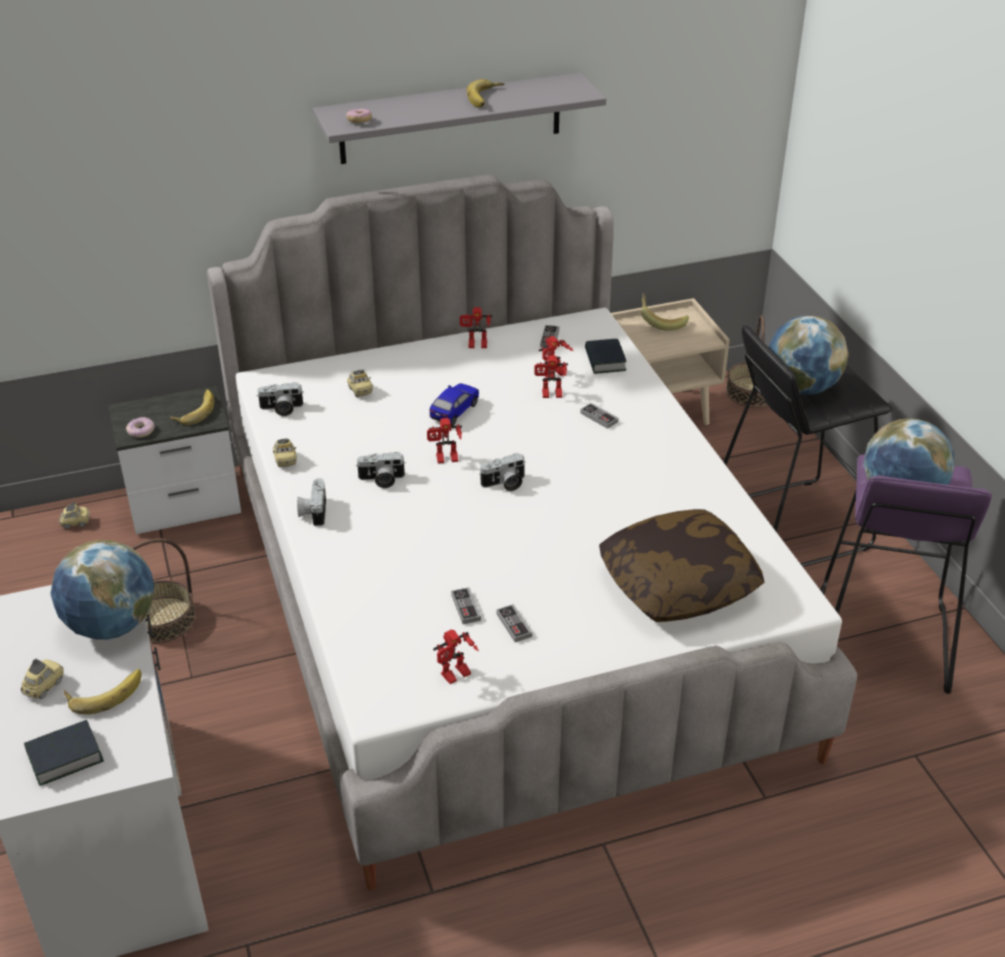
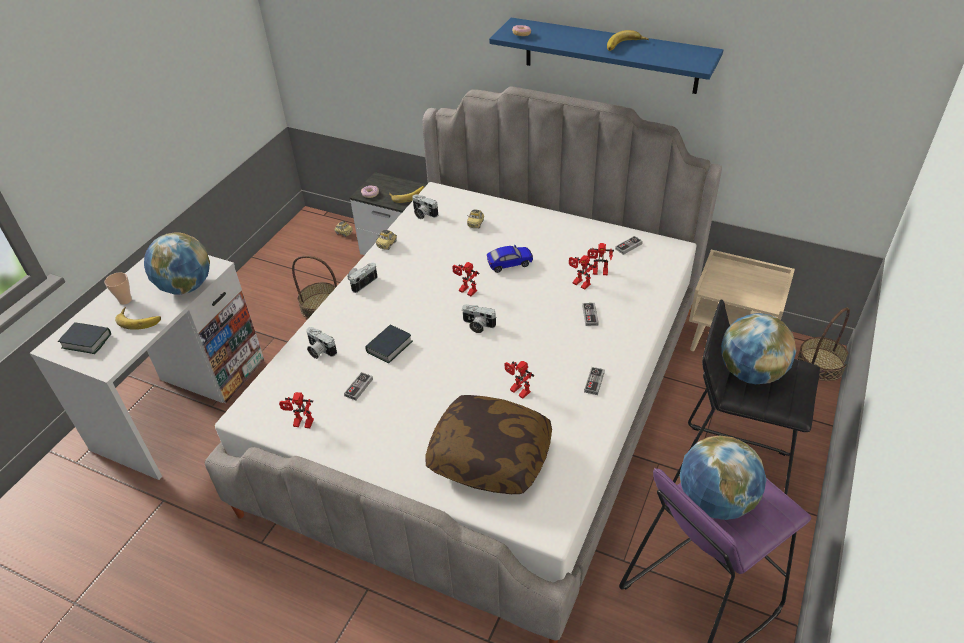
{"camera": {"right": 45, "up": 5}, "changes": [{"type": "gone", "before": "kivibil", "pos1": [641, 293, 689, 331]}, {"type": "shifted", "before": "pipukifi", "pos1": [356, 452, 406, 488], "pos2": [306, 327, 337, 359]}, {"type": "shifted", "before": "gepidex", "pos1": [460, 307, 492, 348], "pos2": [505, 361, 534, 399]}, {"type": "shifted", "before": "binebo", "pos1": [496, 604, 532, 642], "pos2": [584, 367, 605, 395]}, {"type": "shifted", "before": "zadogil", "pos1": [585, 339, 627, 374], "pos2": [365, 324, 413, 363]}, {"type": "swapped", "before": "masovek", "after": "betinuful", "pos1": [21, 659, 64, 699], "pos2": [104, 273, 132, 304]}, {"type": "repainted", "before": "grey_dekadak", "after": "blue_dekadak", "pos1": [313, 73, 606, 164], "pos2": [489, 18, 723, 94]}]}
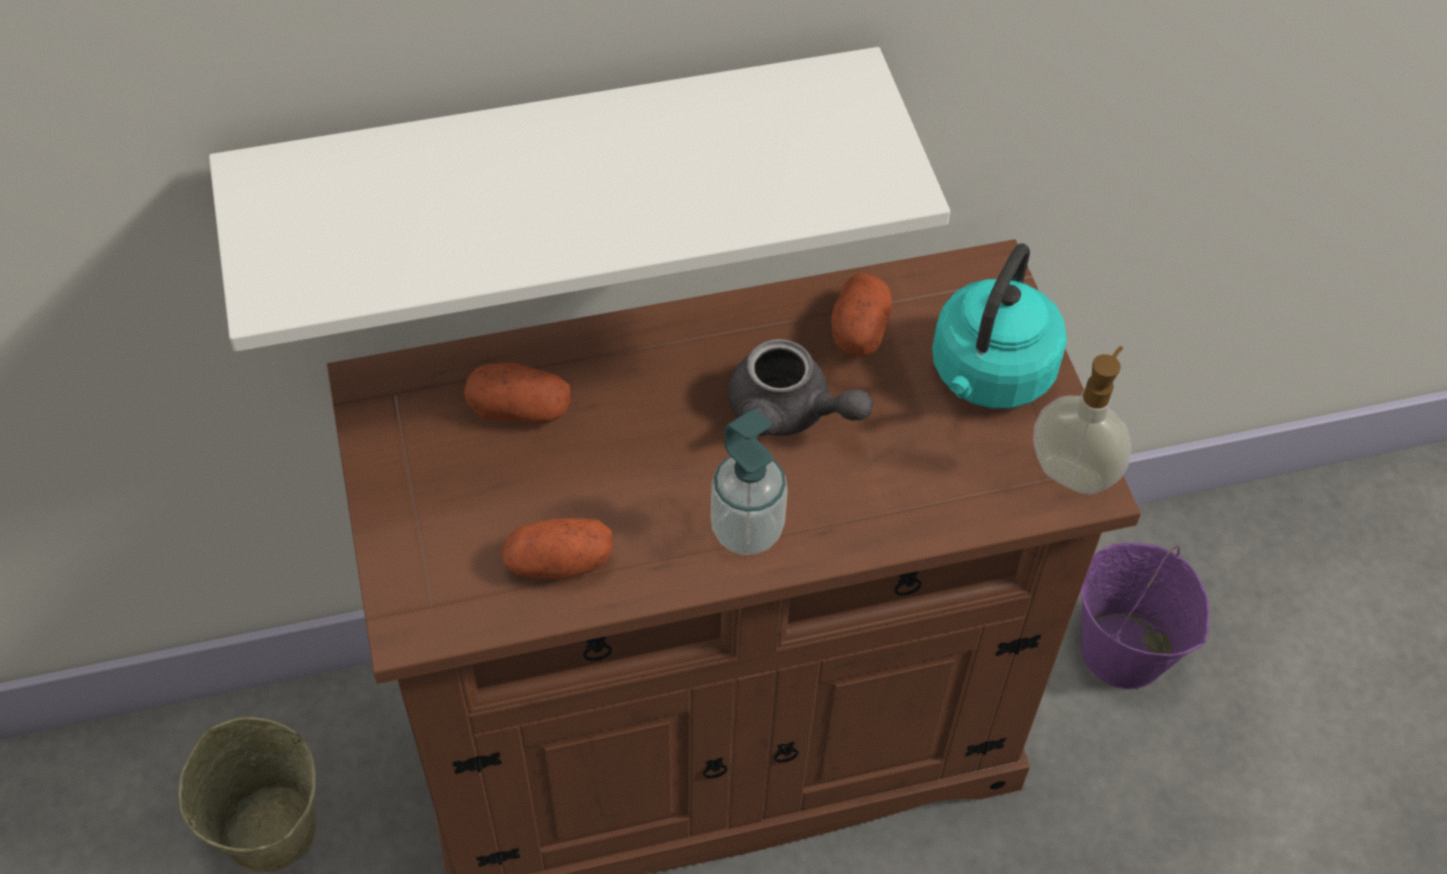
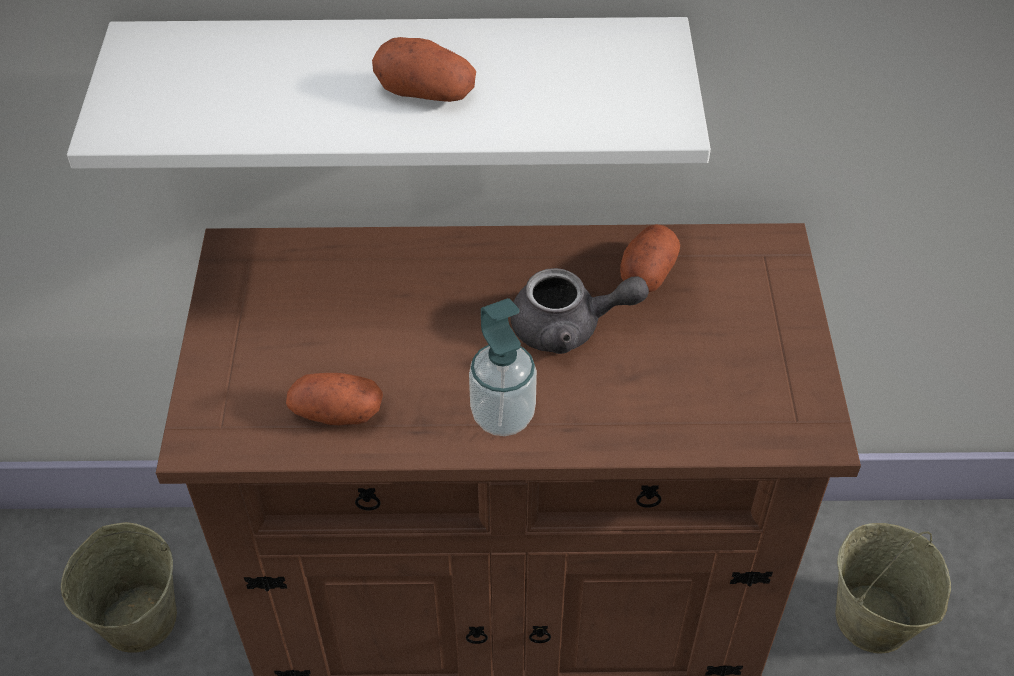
{"camera": {"right": 15, "up": -5}, "changes": [{"type": "gone", "before": "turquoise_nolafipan", "pos1": [932, 243, 1067, 409]}, {"type": "gone", "before": "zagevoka", "pos1": [1033, 346, 1131, 495]}, {"type": "shifted", "before": "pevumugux", "pos1": [464, 363, 571, 423], "pos2": [372, 37, 476, 102]}, {"type": "repainted", "before": "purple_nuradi", "after": "beige_nuradi", "pos1": [1080, 542, 1209, 689], "pos2": [835, 523, 951, 654]}, {"type": "rotated", "before": "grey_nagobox", "pos1": [728, 339, 873, 436], "pos2": [511, 268, 649, 354], "turn": -45}]}
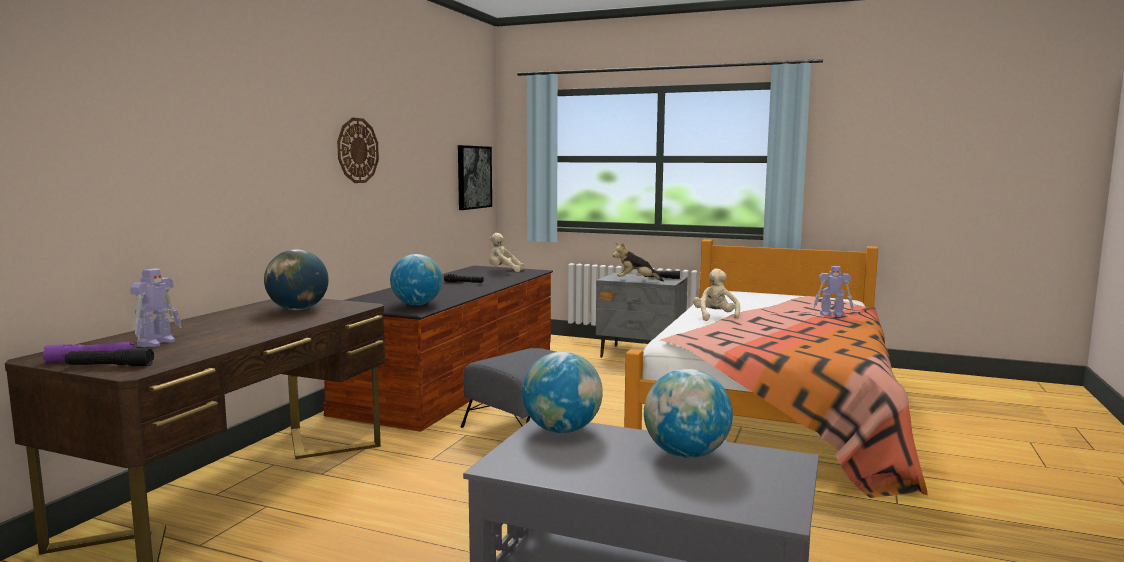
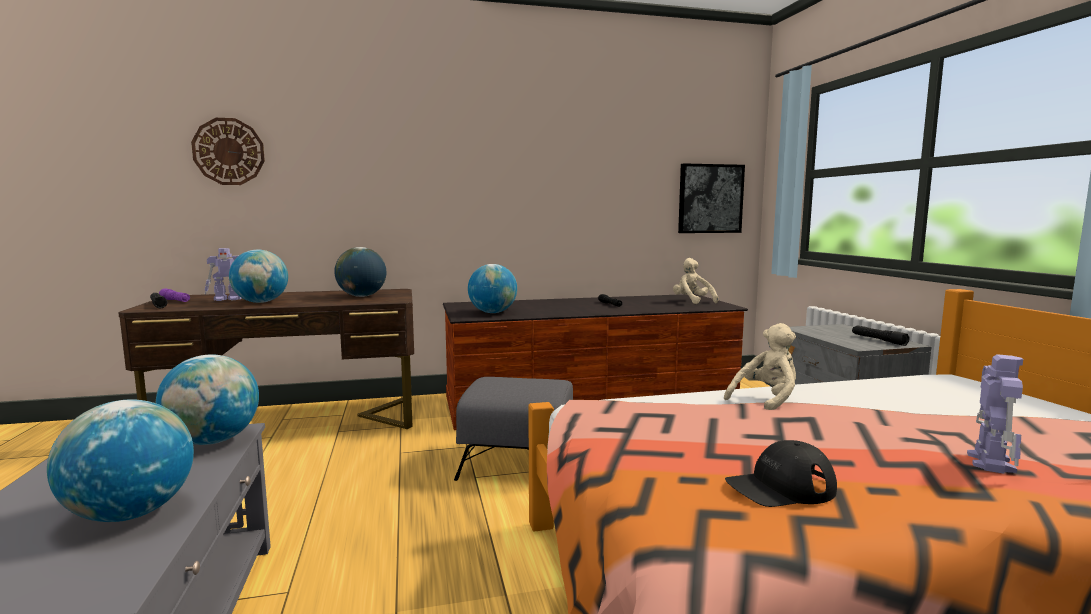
{"camera": {"right": 55, "up": 0}, "changes": [{"type": "gone", "before": "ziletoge", "pos1": [613, 243, 664, 281]}, {"type": "new", "after": "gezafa", "pos2": [229, 250, 288, 303]}, {"type": "new", "after": "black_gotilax", "pos2": [725, 440, 837, 507]}, {"type": "shifted", "before": "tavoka", "pos1": [337, 118, 379, 183], "pos2": [191, 118, 265, 185]}, {"type": "rotated", "before": "gepidex", "pos1": [814, 266, 854, 317], "pos2": [967, 354, 1023, 474], "turn": -135}]}
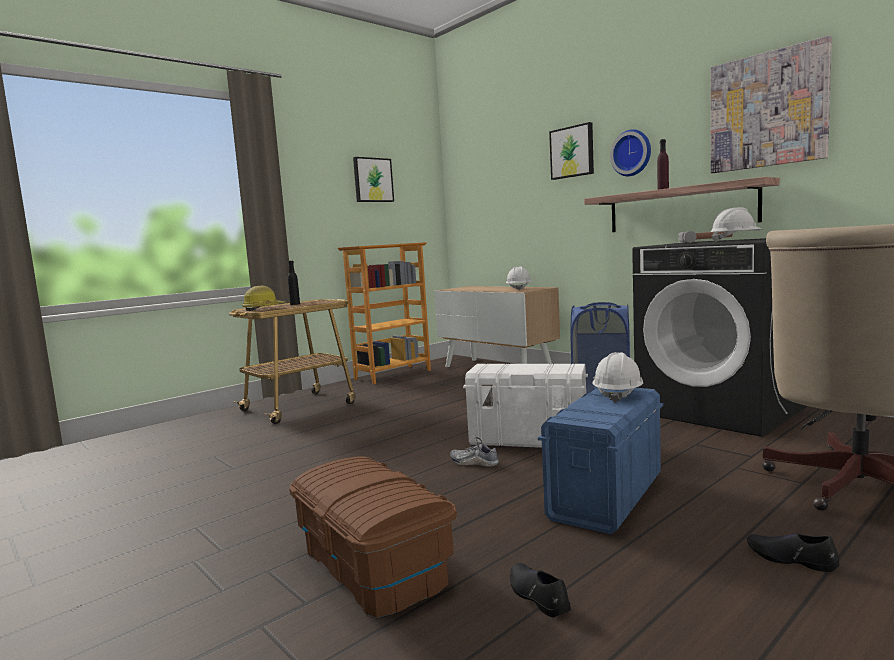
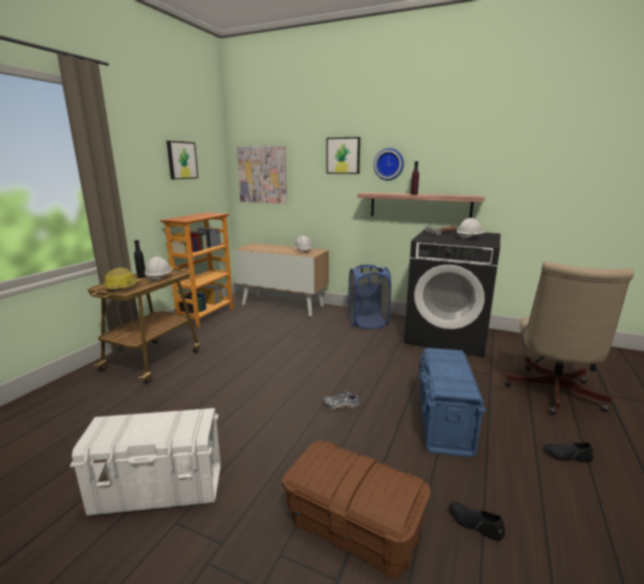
{"camera": {"right": -25, "up": 10}, "changes": [{"type": "shifted", "before": "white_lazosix", "pos1": [463, 364, 588, 448], "pos2": [70, 408, 221, 516]}, {"type": "shifted", "before": "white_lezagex", "pos1": [592, 352, 643, 403], "pos2": [144, 257, 172, 283]}, {"type": "shifted", "before": "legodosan", "pos1": [711, 35, 832, 173], "pos2": [237, 146, 287, 204]}]}
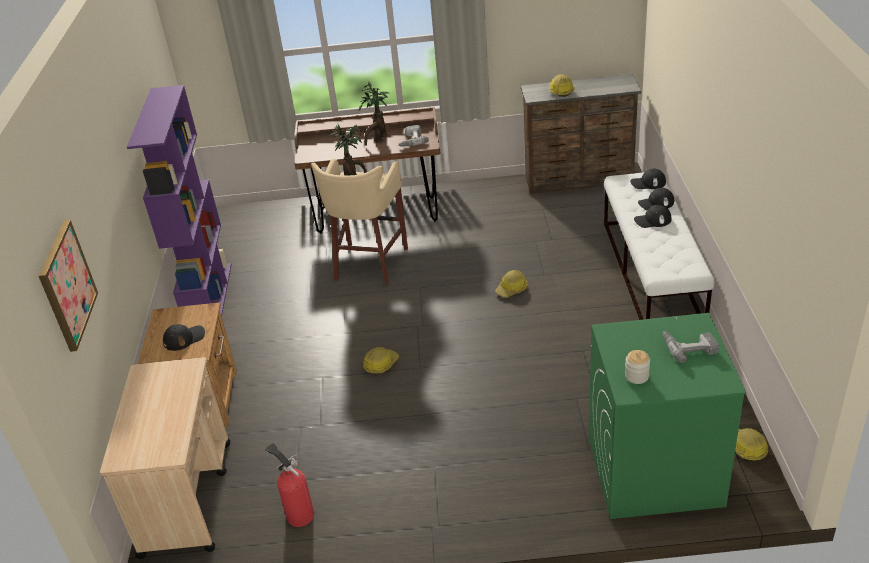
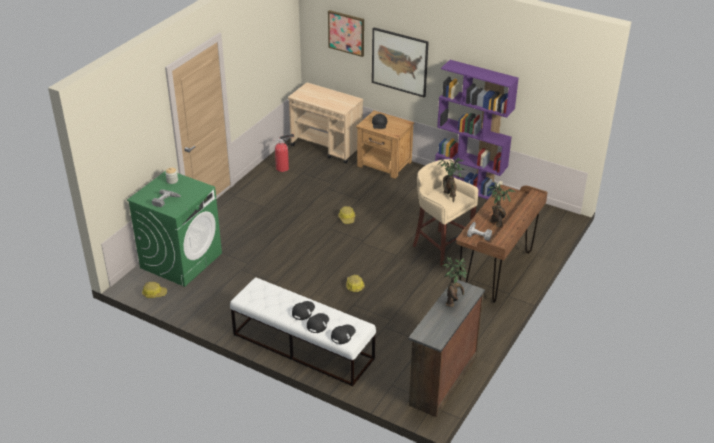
{"camera": {"right": 120, "up": 0}, "changes": [{"type": "new", "after": "legodosan", "pos2": [372, 27, 429, 98]}, {"type": "swapped", "before": "lezagex", "after": "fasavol", "pos1": [549, 74, 575, 97], "pos2": [442, 257, 467, 307]}]}
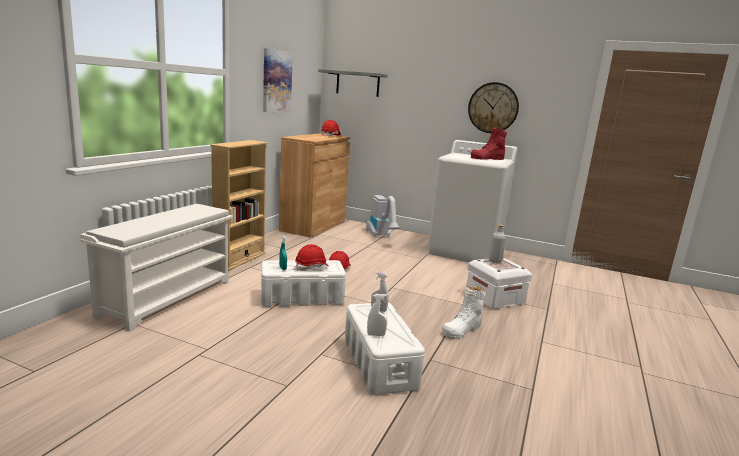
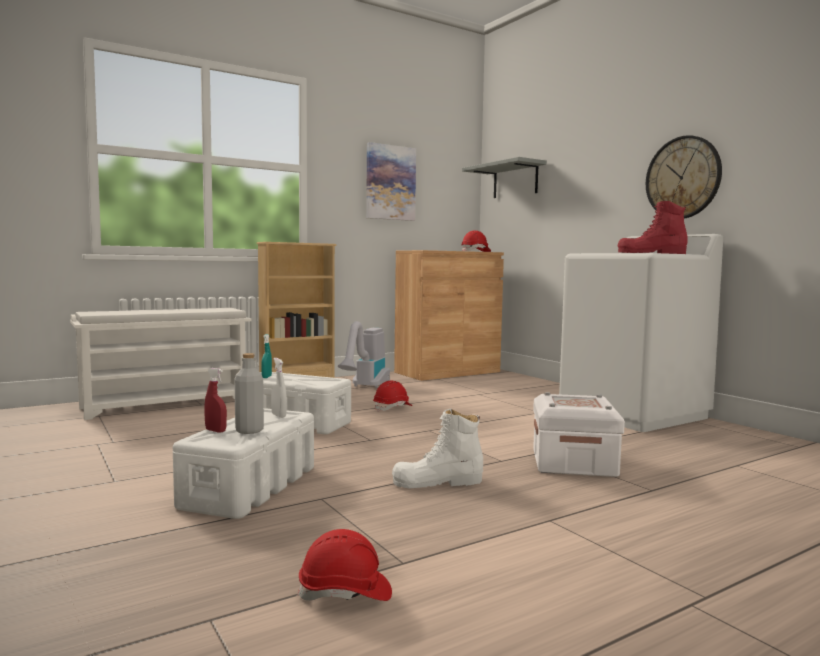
{"camera": {"right": 35, "up": -10}, "changes": [{"type": "shifted", "before": "red_lezagex", "pos1": [295, 244, 329, 271], "pos2": [297, 529, 392, 601]}, {"type": "shifted", "before": "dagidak", "pos1": [366, 195, 401, 237], "pos2": [338, 321, 390, 388]}, {"type": "shifted", "before": "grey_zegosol", "pos1": [489, 224, 506, 263], "pos2": [234, 353, 264, 434]}, {"type": "repainted", "before": "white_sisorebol", "after": "red_sisorebol", "pos1": [367, 294, 387, 336], "pos2": [204, 368, 227, 433]}]}
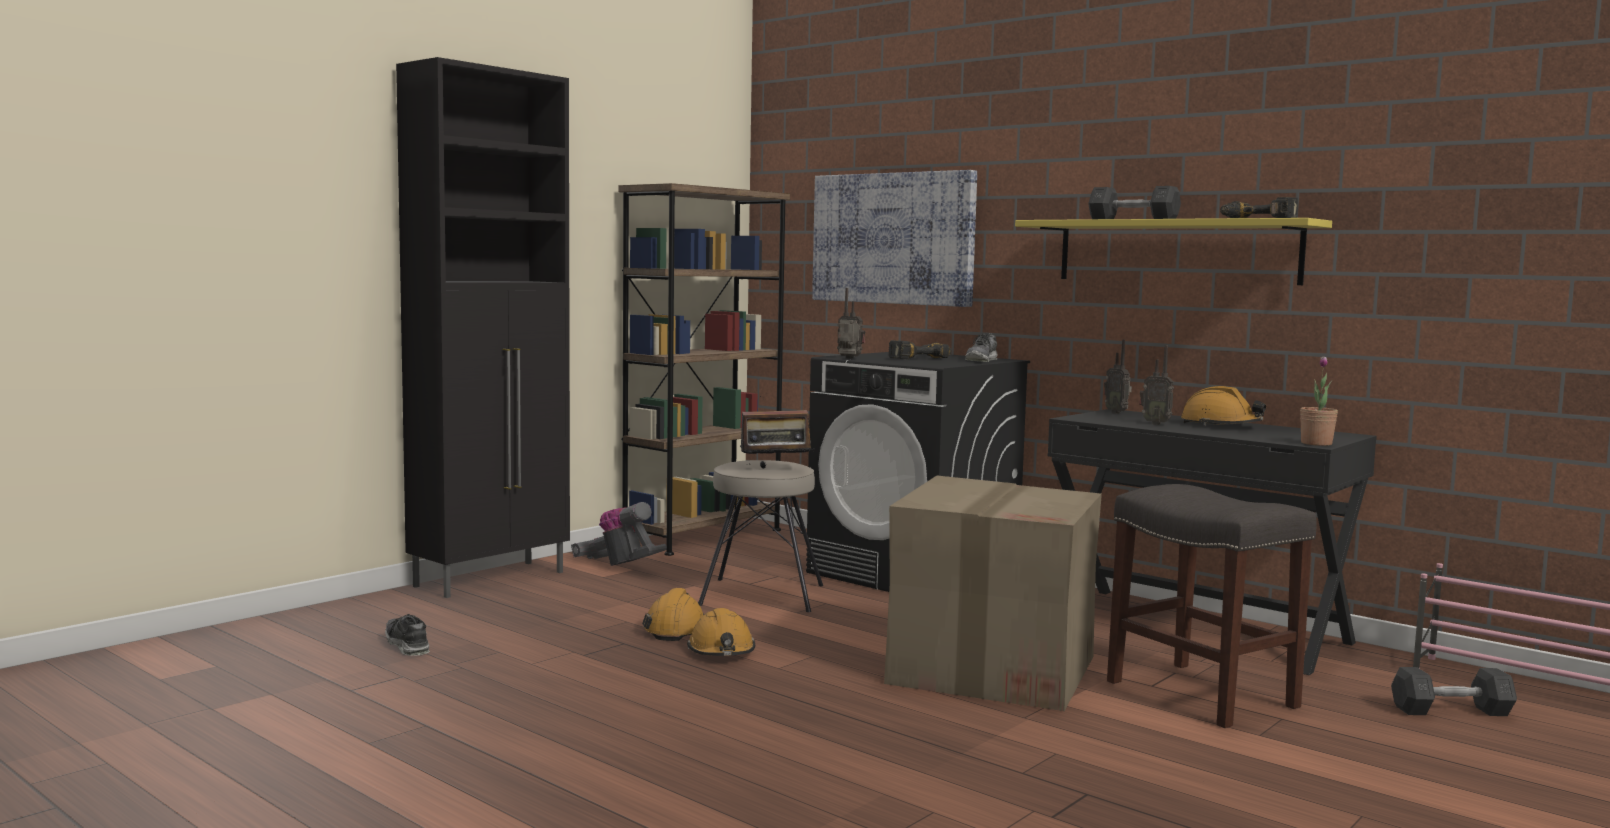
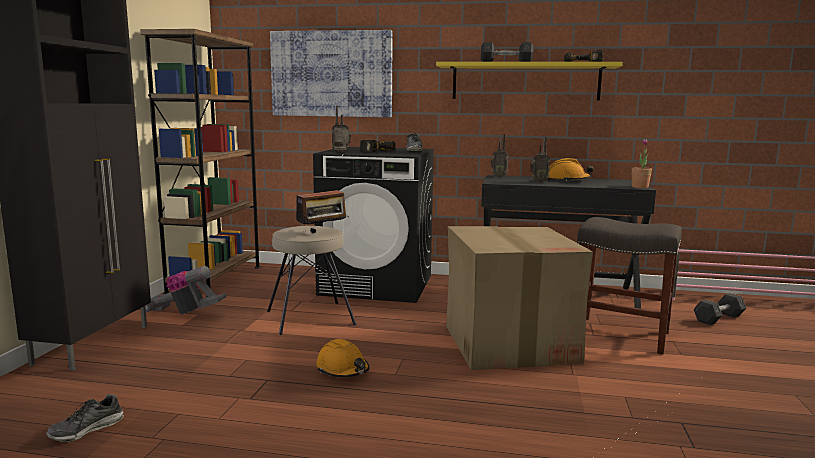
{"camera": {"right": -30, "up": 5}, "changes": [{"type": "gone", "before": "orange_lezagex", "pos1": [642, 588, 705, 641]}, {"type": "rotated", "before": "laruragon", "pos1": [385, 614, 430, 656], "pos2": [46, 394, 124, 442], "turn": -75}]}
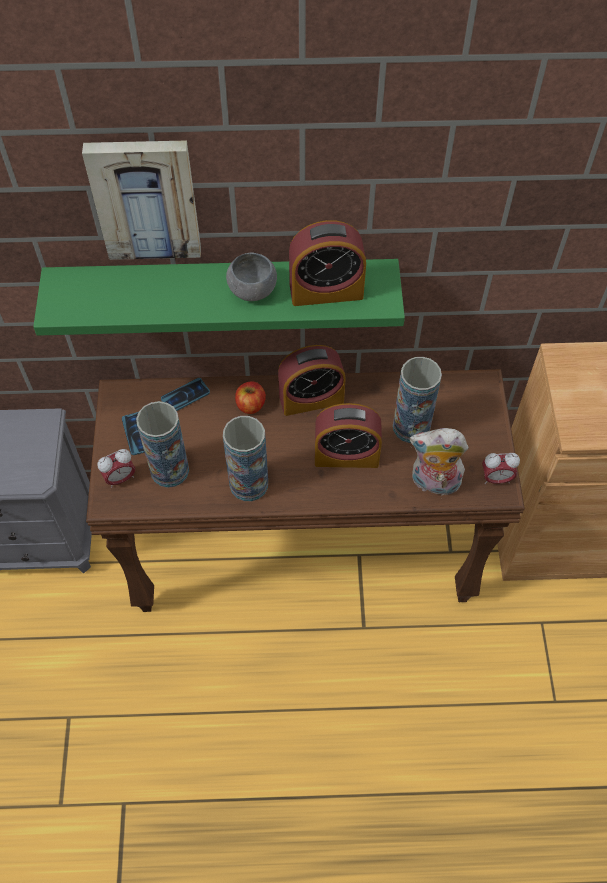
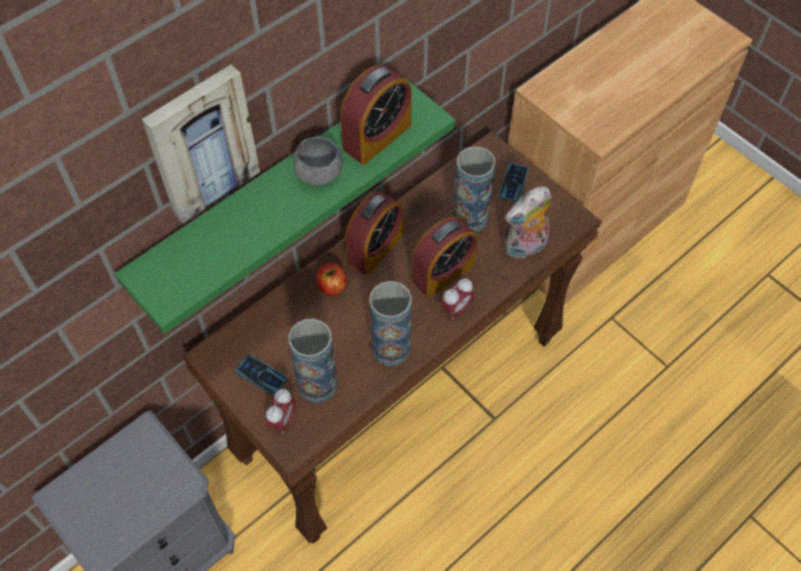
{"camera": {"right": -40, "up": 0}, "changes": [{"type": "shifted", "before": "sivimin", "pos1": [161, 378, 210, 411], "pos2": [499, 163, 529, 202]}, {"type": "shifted", "before": "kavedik", "pos1": [482, 453, 520, 484], "pos2": [441, 278, 475, 320]}]}
